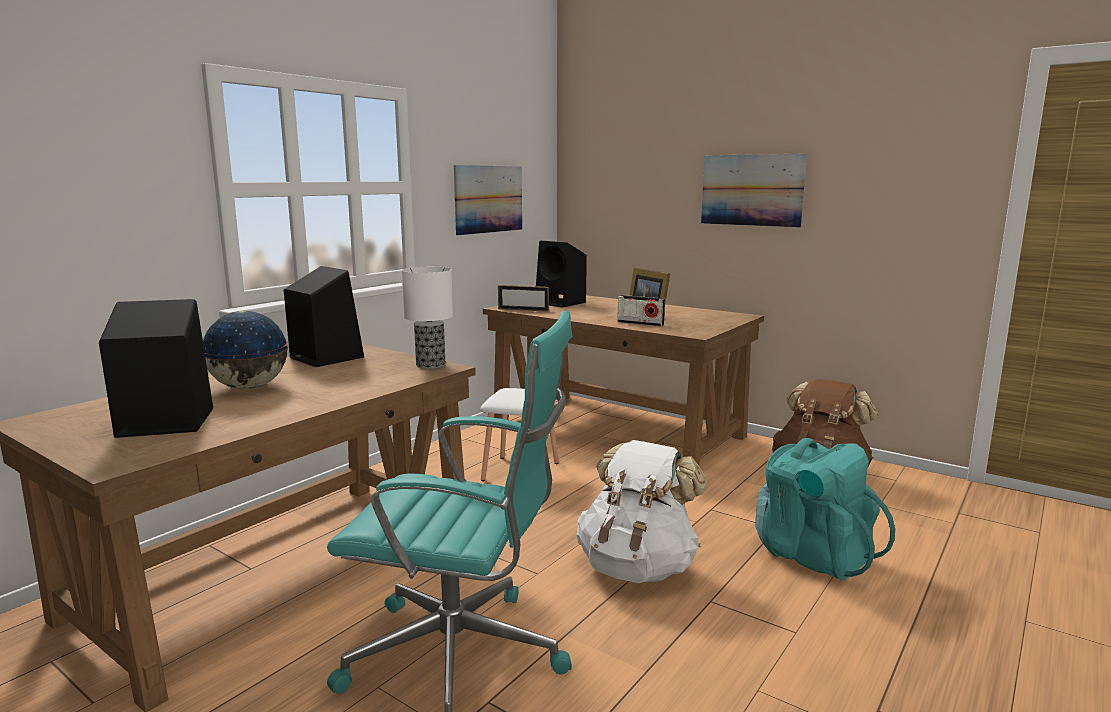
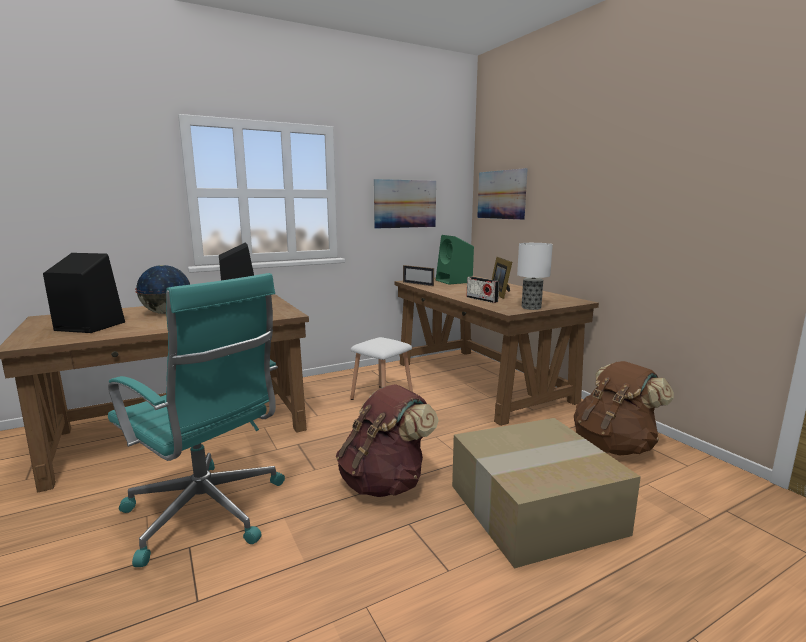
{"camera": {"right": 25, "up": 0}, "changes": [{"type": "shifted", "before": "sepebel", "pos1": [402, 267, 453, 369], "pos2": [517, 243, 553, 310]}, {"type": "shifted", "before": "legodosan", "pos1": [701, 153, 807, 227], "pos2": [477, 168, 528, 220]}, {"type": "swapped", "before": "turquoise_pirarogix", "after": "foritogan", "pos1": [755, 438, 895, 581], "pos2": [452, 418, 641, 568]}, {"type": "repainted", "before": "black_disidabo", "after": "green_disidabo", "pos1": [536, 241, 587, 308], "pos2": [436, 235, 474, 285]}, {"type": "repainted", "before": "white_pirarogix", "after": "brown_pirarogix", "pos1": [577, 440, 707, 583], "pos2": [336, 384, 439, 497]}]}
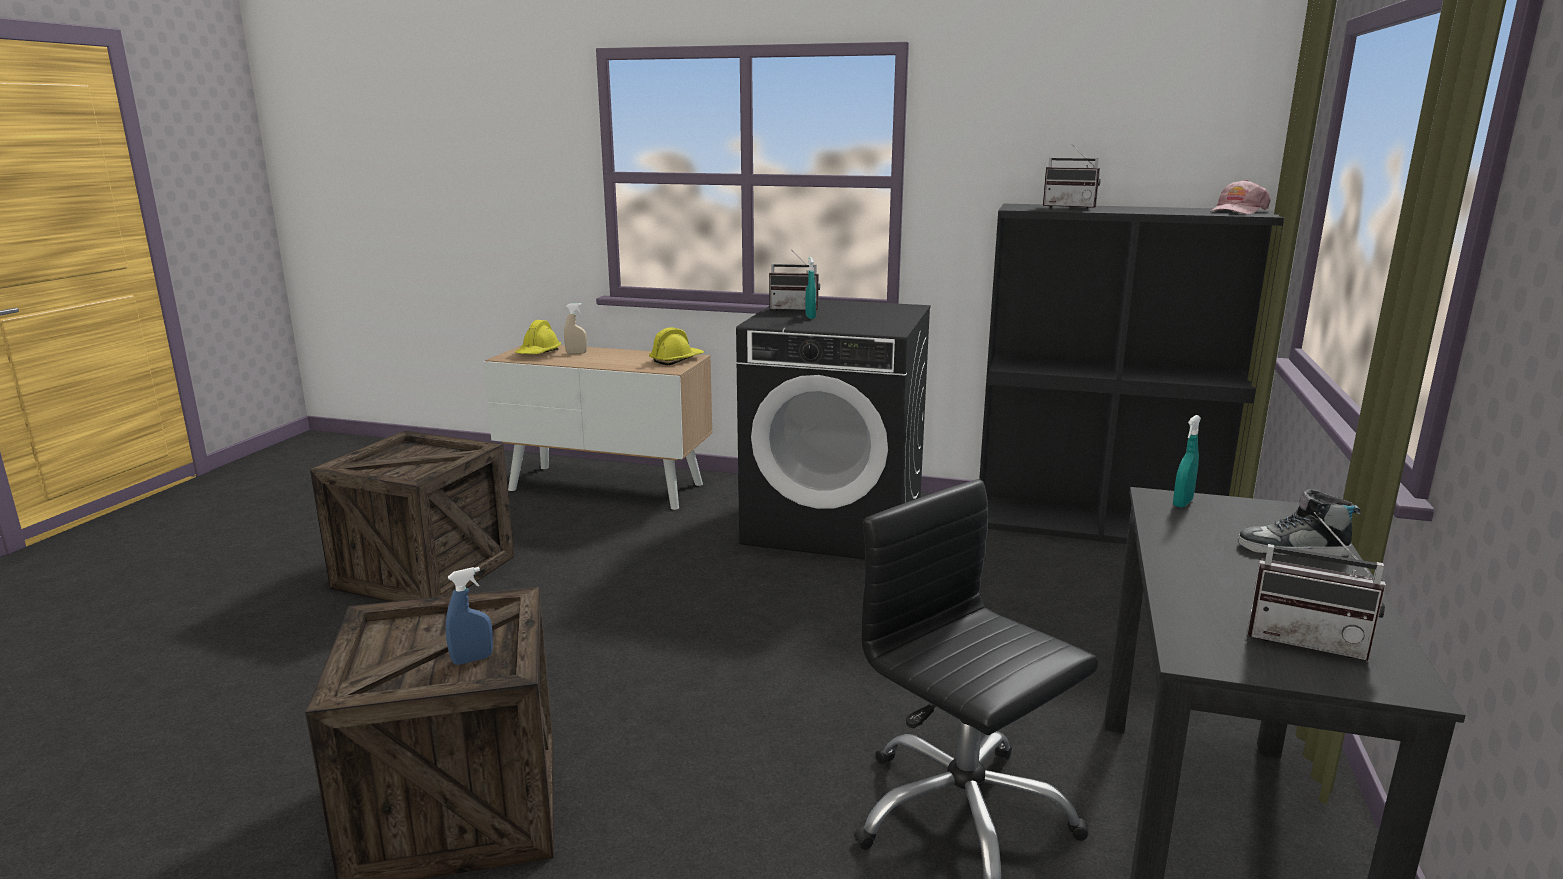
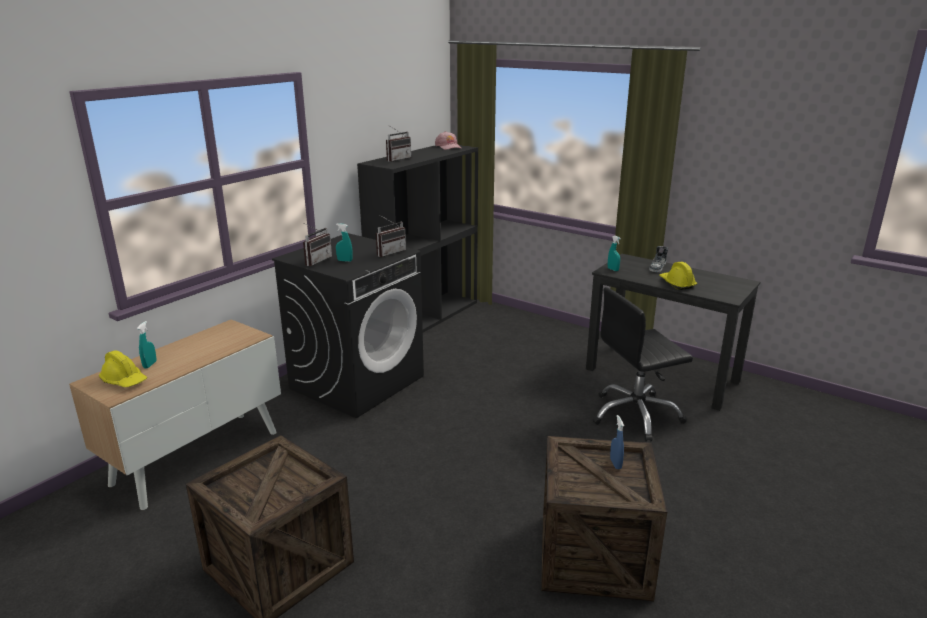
{"camera": {"right": -70, "up": 5}, "changes": [{"type": "shifted", "before": "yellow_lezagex", "pos1": [649, 327, 704, 365], "pos2": [659, 262, 697, 290]}, {"type": "shifted", "before": "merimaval", "pos1": [1247, 512, 1386, 661], "pos2": [376, 216, 406, 257]}, {"type": "repainted", "before": "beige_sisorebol", "after": "turquoise_sisorebol", "pos1": [564, 303, 587, 354], "pos2": [137, 321, 156, 369]}]}
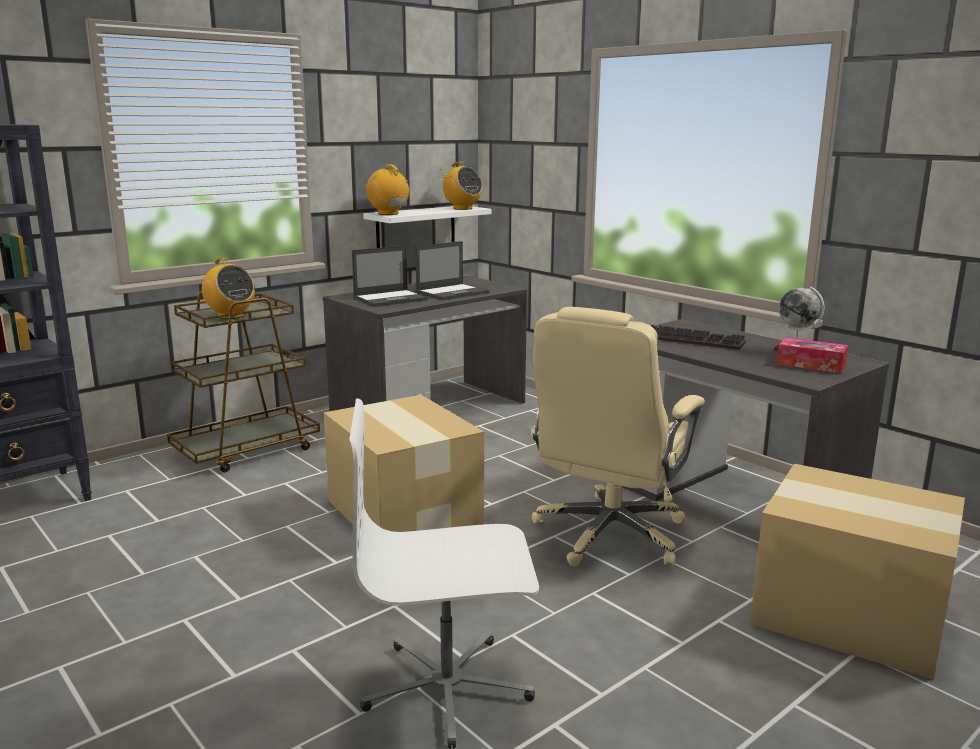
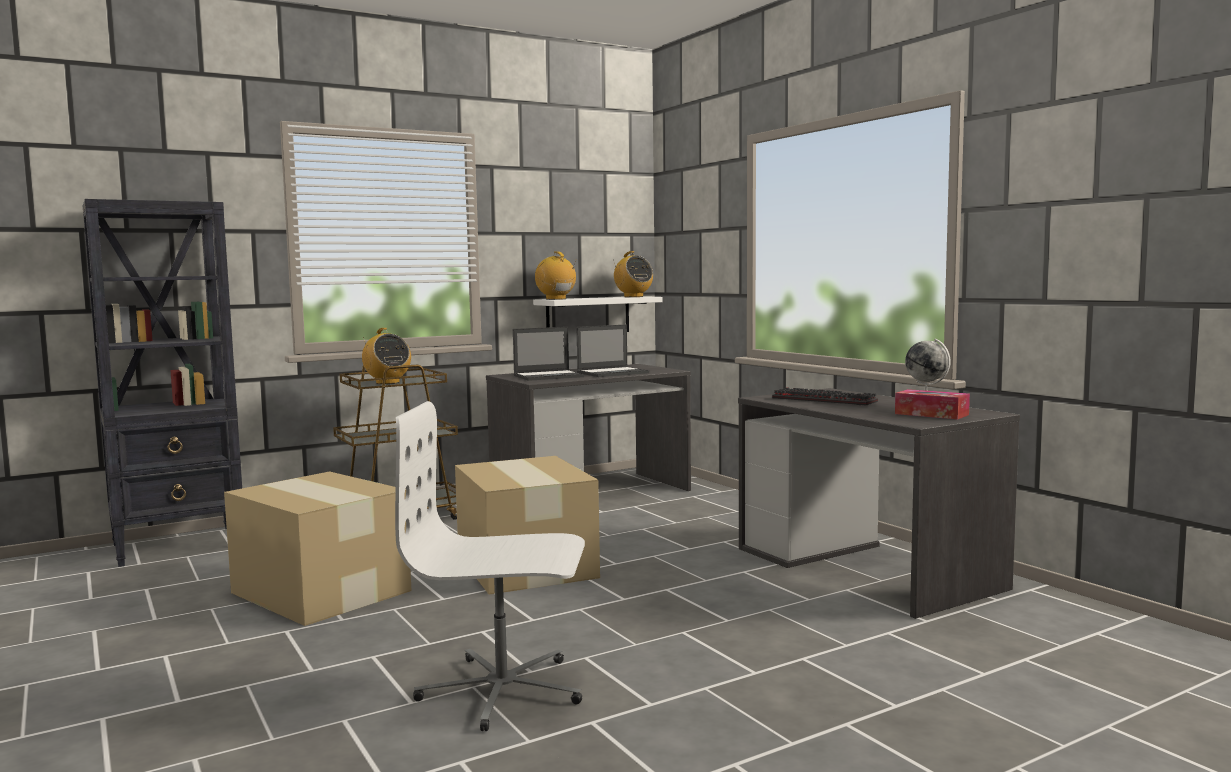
{"camera": {"right": 10, "up": -10}, "changes": [{"type": "gone", "before": "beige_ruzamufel", "pos1": [531, 307, 705, 567]}, {"type": "shifted", "before": "foritogan", "pos1": [750, 464, 965, 679], "pos2": [224, 471, 411, 626]}]}
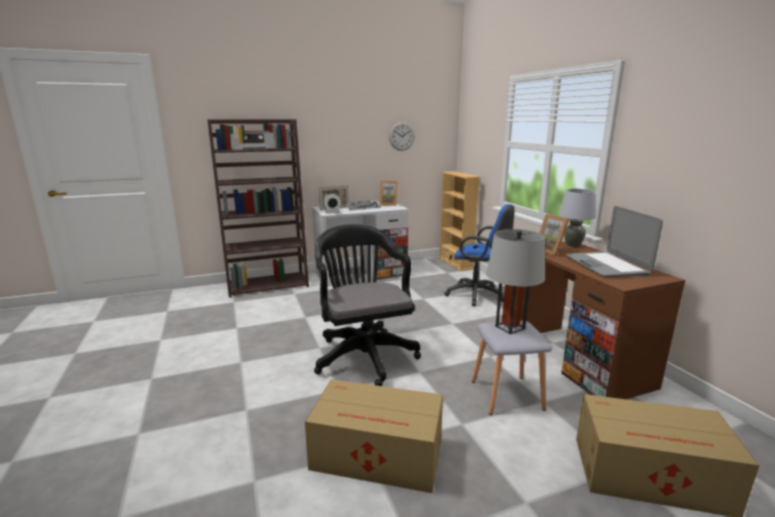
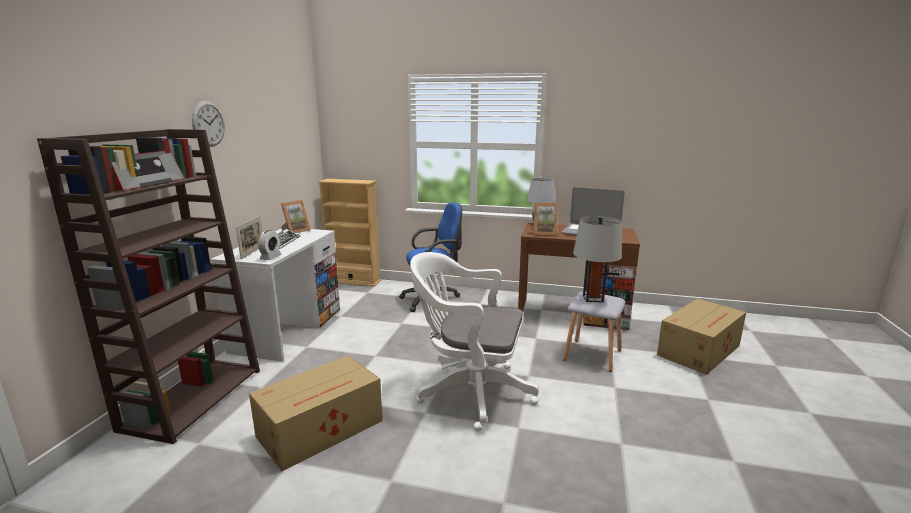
{"camera": {"right": -55, "up": 0}, "changes": [{"type": "shifted", "before": "foritogan", "pos1": [305, 379, 443, 493], "pos2": [249, 355, 383, 471]}, {"type": "shifted", "before": "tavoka", "pos1": [389, 122, 415, 151], "pos2": [192, 101, 225, 147]}, {"type": "repainted", "before": "black_ruzamufel", "after": "white_ruzamufel", "pos1": [314, 224, 421, 386], "pos2": [410, 252, 539, 431]}]}
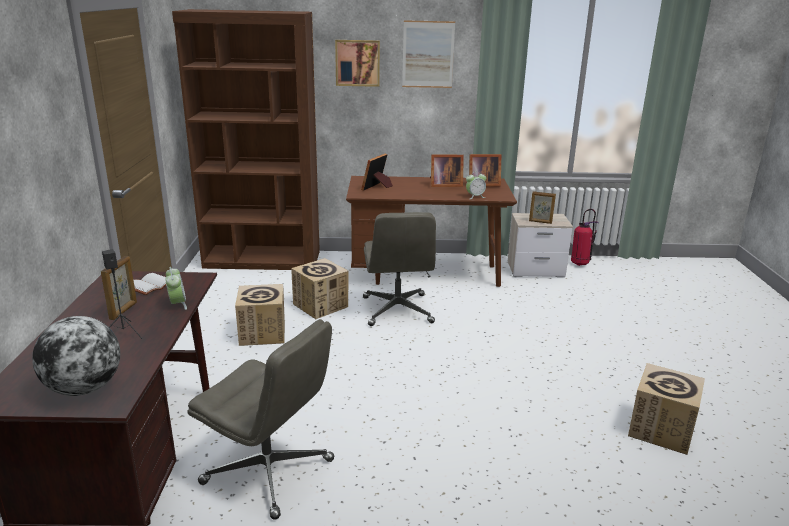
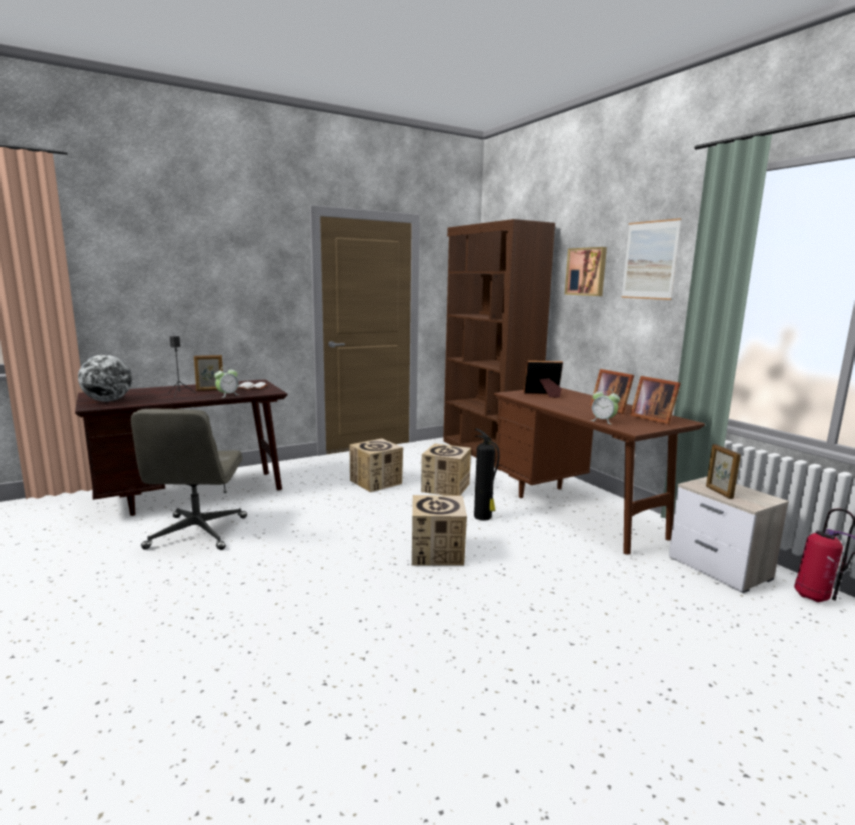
{"camera": {"right": 60, "up": -10}, "changes": [{"type": "shifted", "before": "foritogan", "pos1": [628, 363, 705, 455], "pos2": [412, 495, 467, 566]}, {"type": "swapped", "before": "grey_ruzamufel", "after": "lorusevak", "pos1": [363, 212, 436, 326], "pos2": [474, 429, 500, 521]}]}
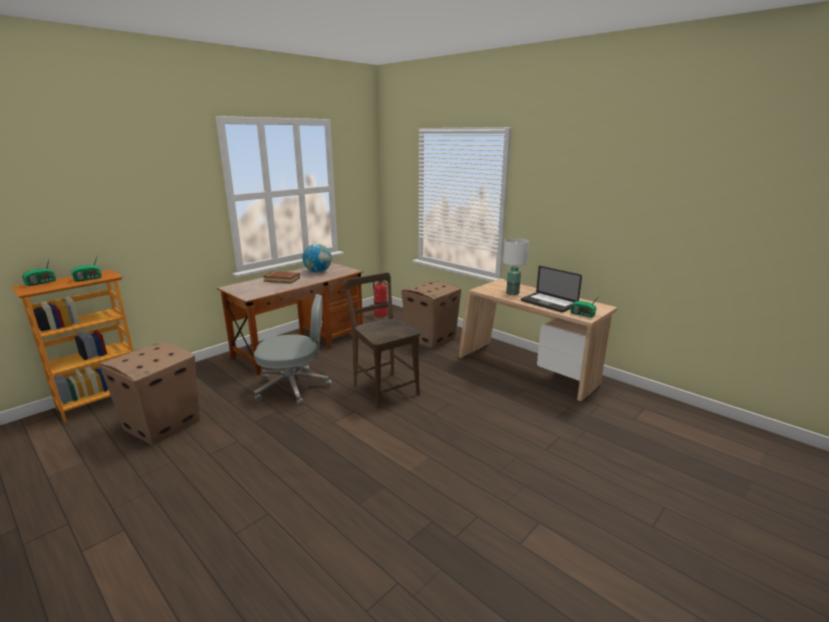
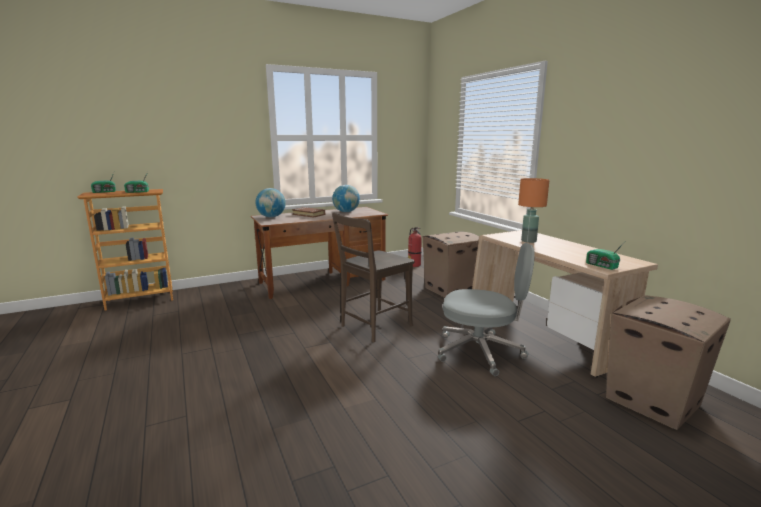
{"camera": {"right": 20, "up": -5}, "changes": [{"type": "gone", "before": "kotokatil", "pos1": [521, 266, 582, 312]}, {"type": "new", "after": "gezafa", "pos2": [255, 188, 286, 217]}, {"type": "shifted", "before": "foritogan", "pos1": [99, 342, 200, 446], "pos2": [606, 295, 731, 430]}, {"type": "shifted", "before": "grey_ruzamufel", "pos1": [254, 294, 332, 405], "pos2": [438, 243, 535, 376]}, {"type": "repainted", "before": "white_sepebel", "after": "orange_sepebel", "pos1": [503, 238, 529, 295], "pos2": [518, 178, 550, 243]}, {"type": "rotated", "before": "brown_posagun", "pos1": [344, 272, 421, 409], "pos2": [332, 213, 415, 342], "turn": -120}]}
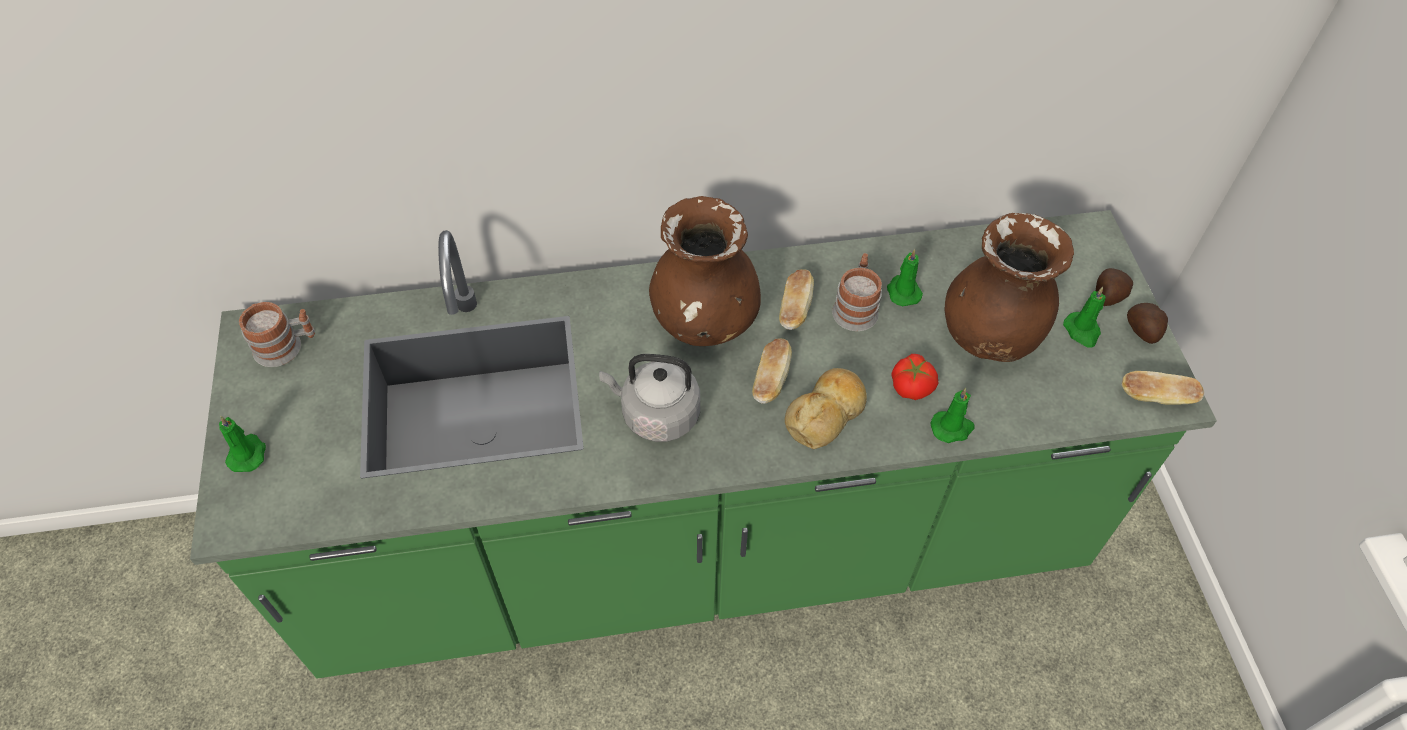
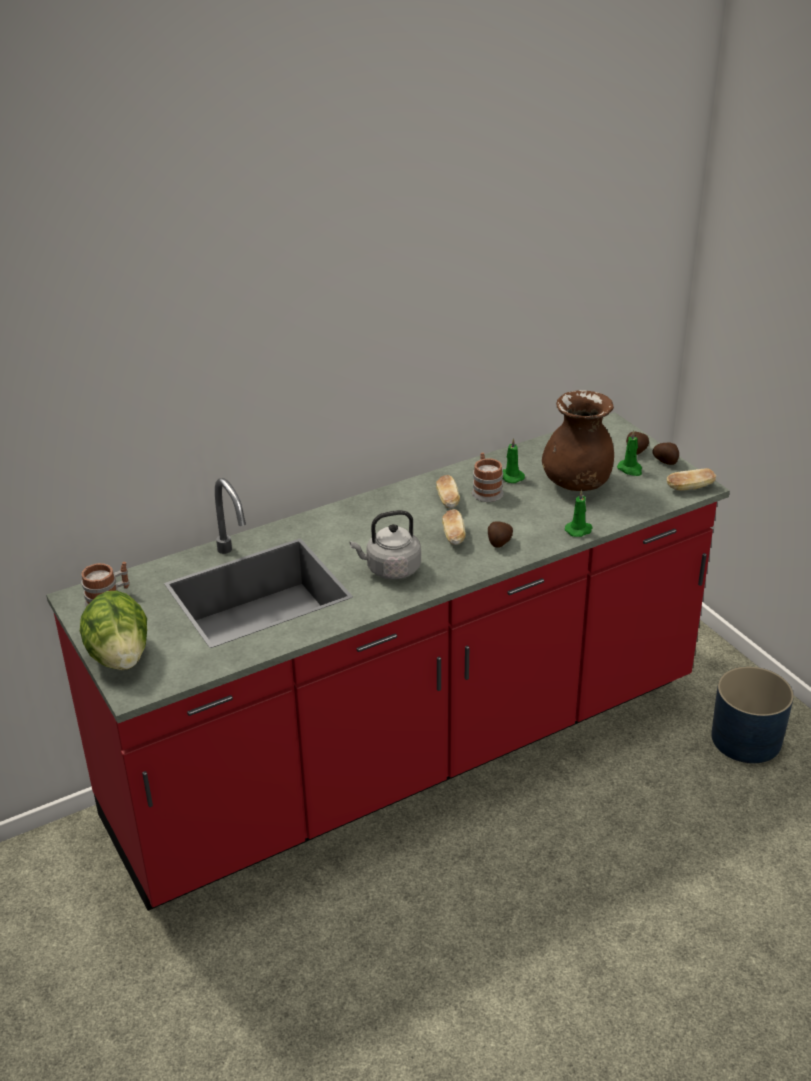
{"camera": {"right": -20, "up": -20}, "changes": [{"type": "gone", "before": "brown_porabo", "pos1": [649, 196, 761, 346]}, {"type": "gone", "before": "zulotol", "pos1": [892, 354, 939, 400]}, {"type": "new", "after": "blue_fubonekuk", "pos2": [711, 666, 794, 763]}, {"type": "swapped", "before": "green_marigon", "after": "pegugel", "pos1": [219, 416, 266, 472], "pos2": [80, 591, 147, 670]}, {"type": "swapped", "before": "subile", "after": "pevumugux", "pos1": [785, 368, 867, 449], "pos2": [488, 521, 513, 548]}, {"type": "repainted", "before": "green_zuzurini", "after": "red_zuzurini", "pos1": [190, 210, 1217, 678], "pos2": [46, 412, 730, 911]}]}
